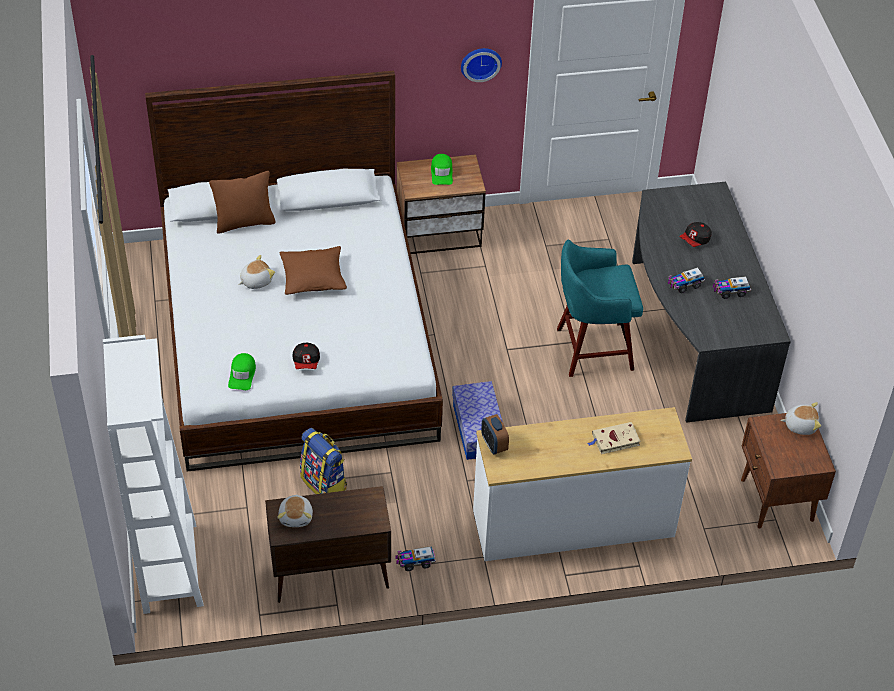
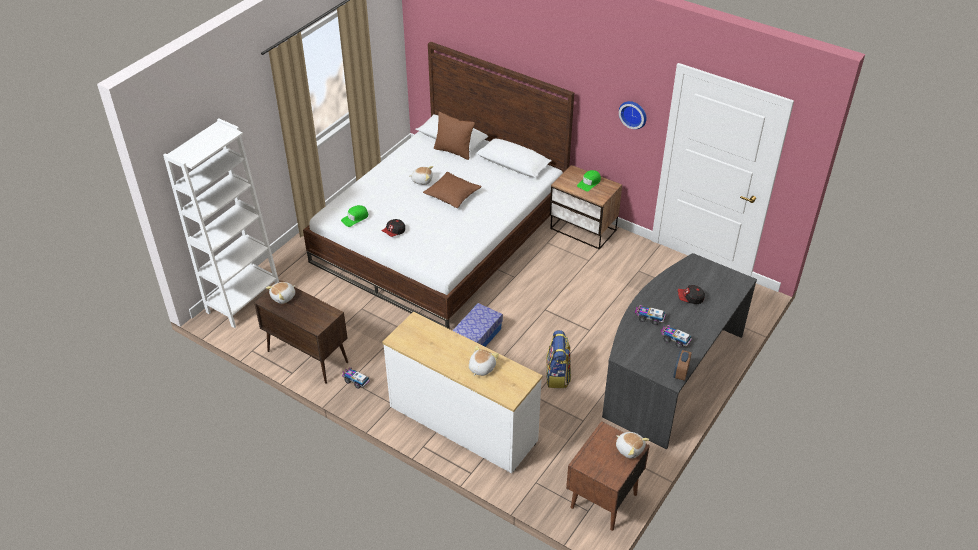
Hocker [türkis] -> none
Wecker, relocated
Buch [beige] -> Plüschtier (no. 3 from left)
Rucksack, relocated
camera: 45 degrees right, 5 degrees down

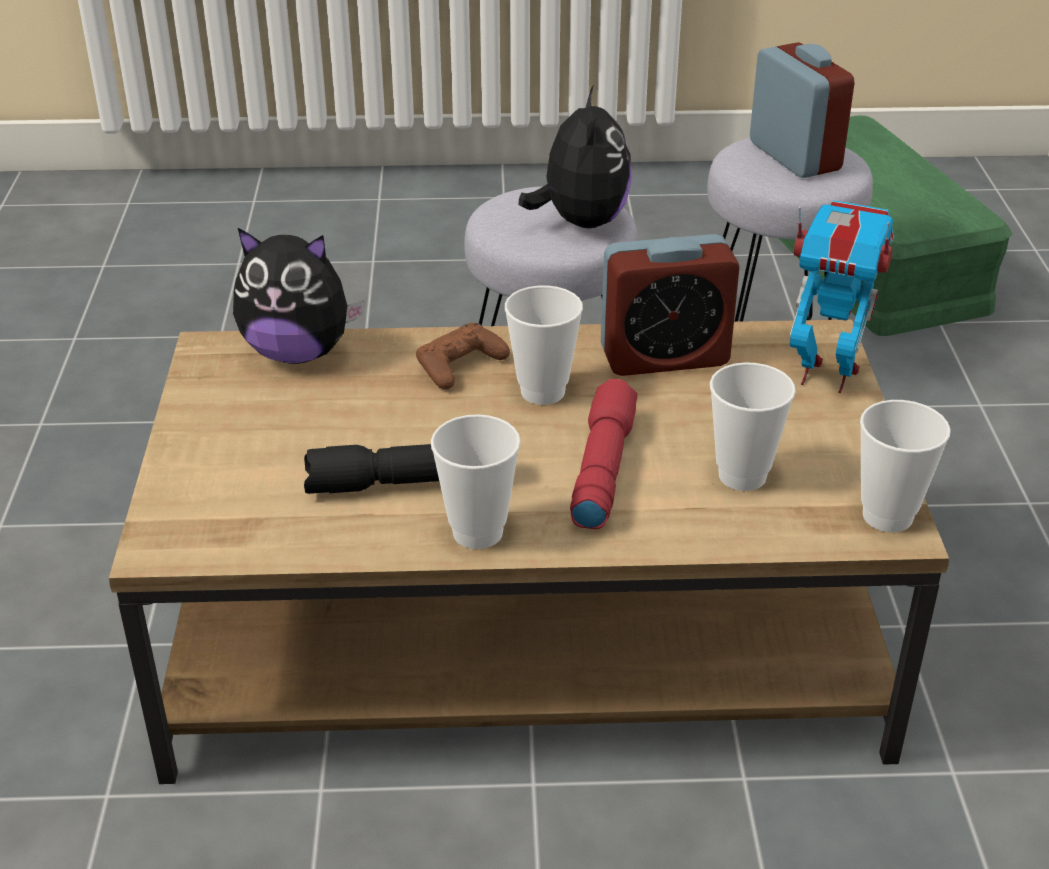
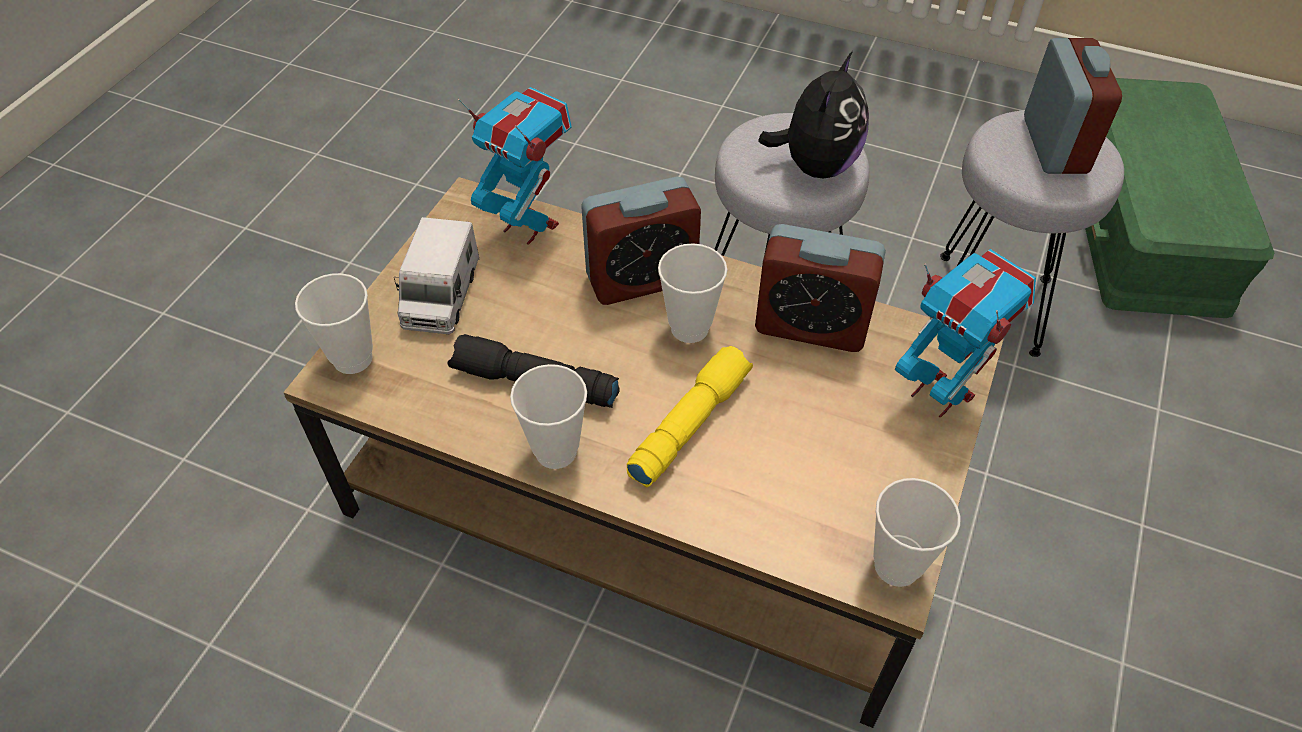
Plüschtier (no. 1 from left) -> Spielzeugroboter (no. 1 from left)
Gamepad [braun] -> Wecker (no. 1 from left)
Tasse (no. 3 from left in the first image) -> Tasse (no. 1 from left), relocated
Taschenlampe [rot] -> Taschenlampe [gelb]
none -> Spielzeuglaster
camera: 25 degrees right, 15 degrees up

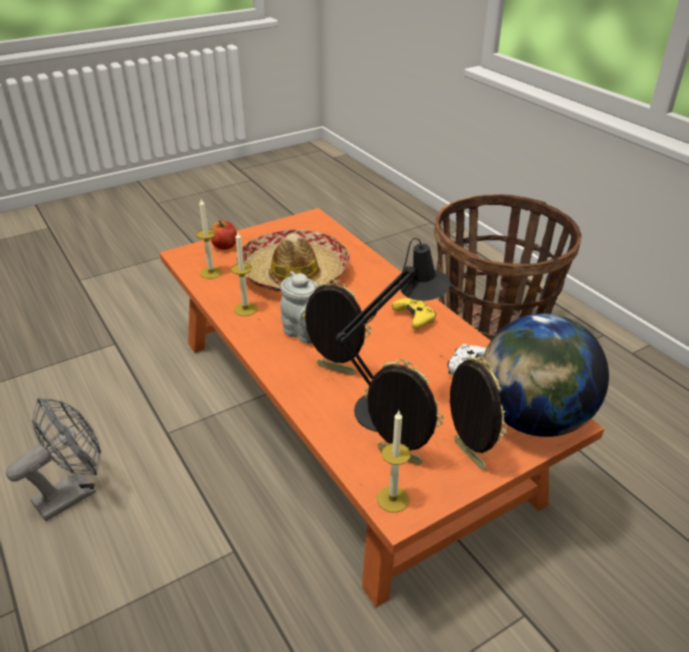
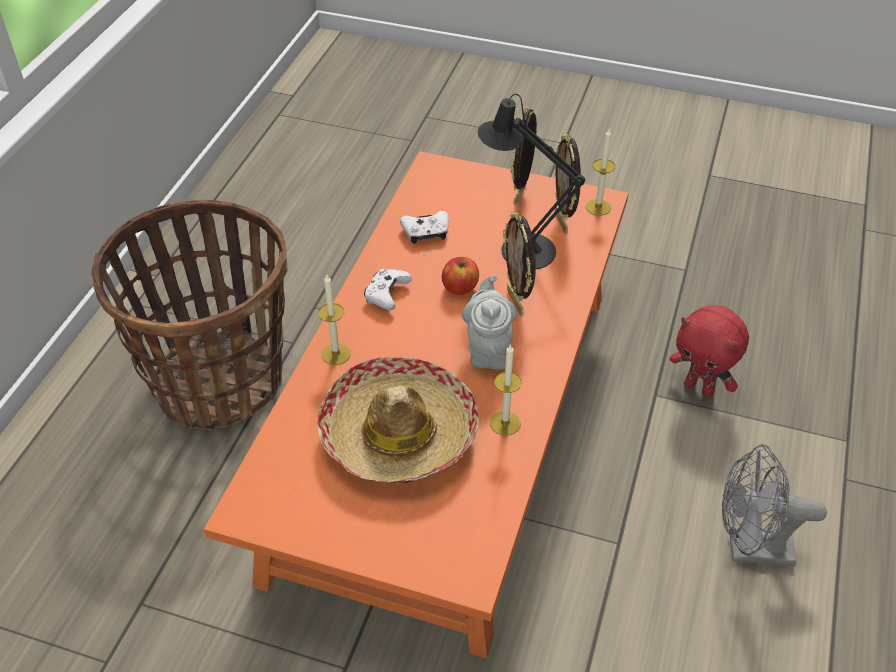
Kerze (no. 1 from left), relocated
Apfel, relocated
Gamepad [gelb] -> Gamepad [weiß] (no. 1 from left)
Globus -> none
none -> Plüschtier [rot]
camera: 130 degrees left, 10 degrees up

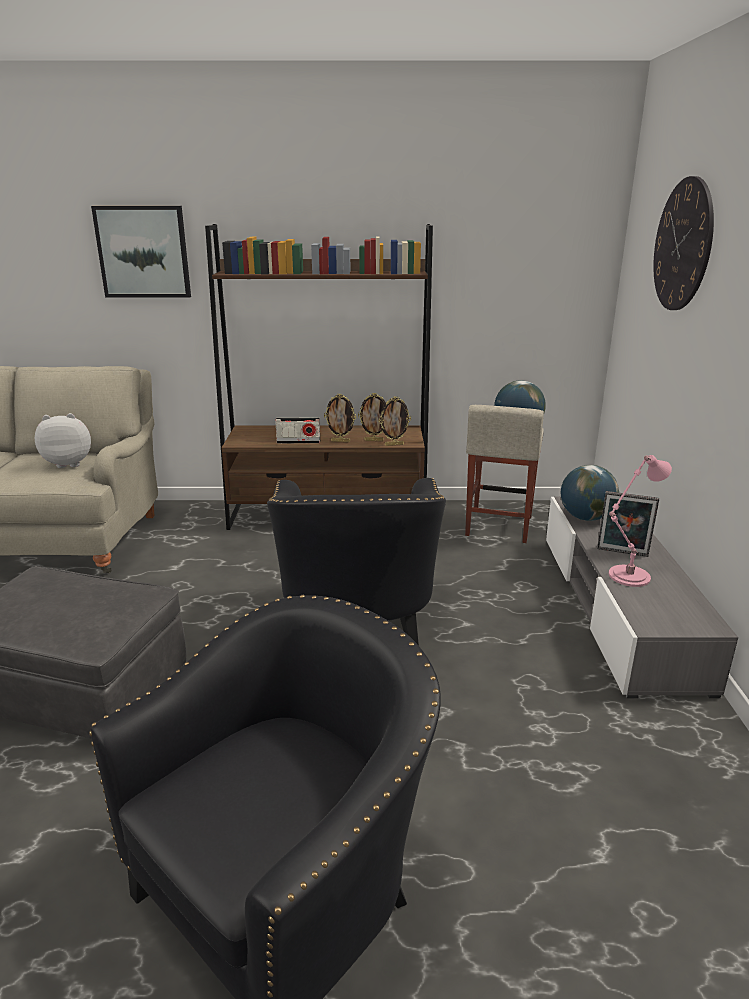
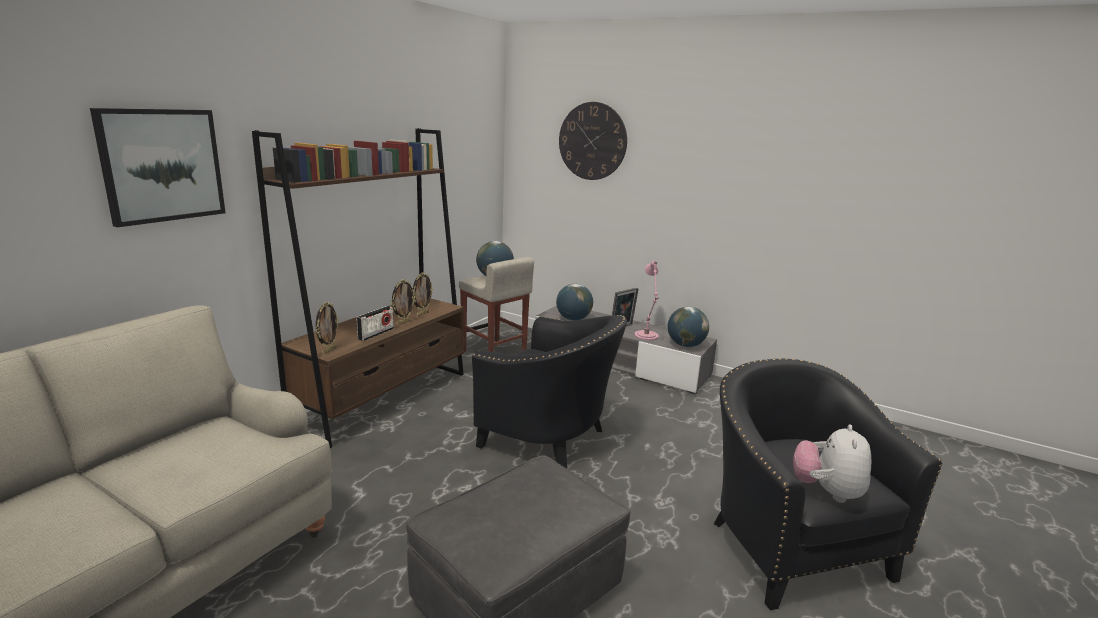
Bilderrahmen (no. 3 from left in the first image) -> Bilderrahmen (no. 1 from left), relocated
Plüschtier, relocated
none -> Globus (no. 3 from left)
camera: 60 degrees left, 5 degrees down

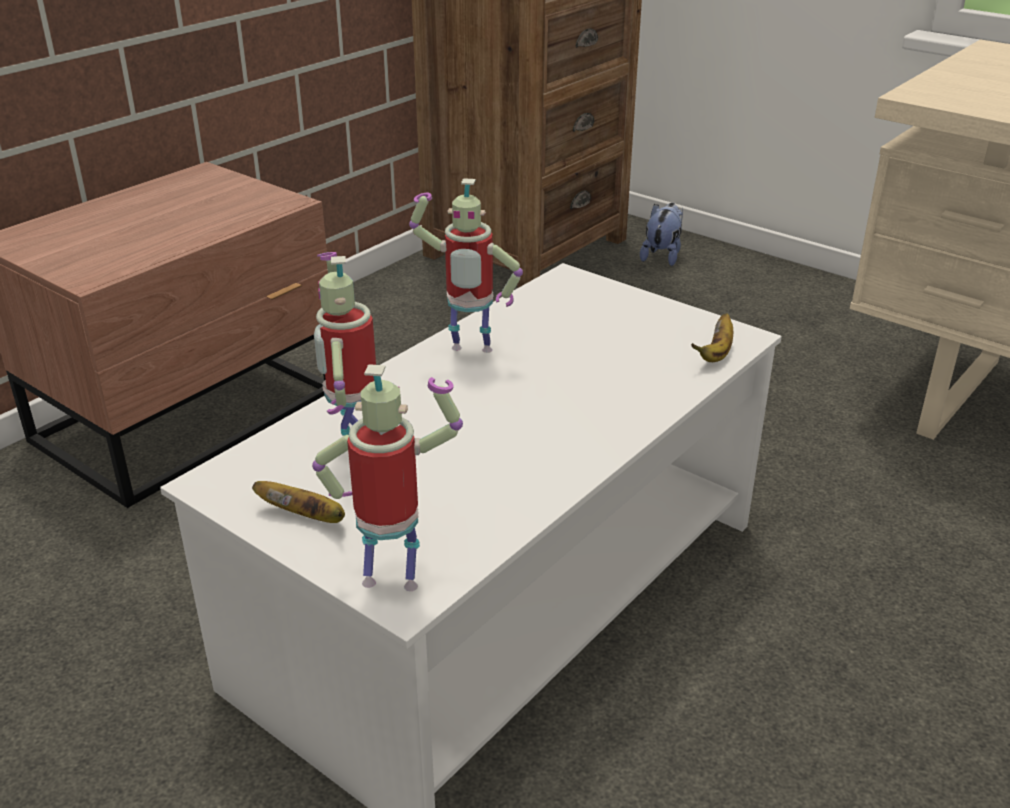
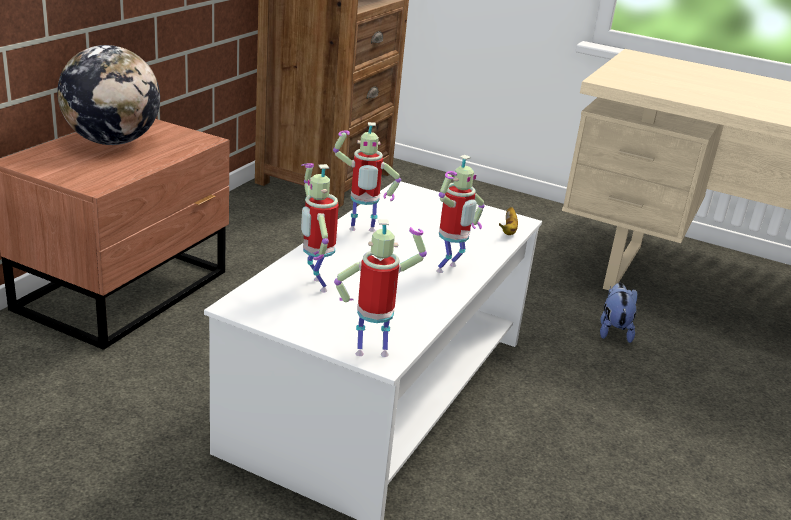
Plüschtier, relocated
Banane (no. 1 from left) -> none
none -> Globus
none -> Spielzeugroboter (no. 4 from left)
camera: 15 degrees left, 5 degrees down

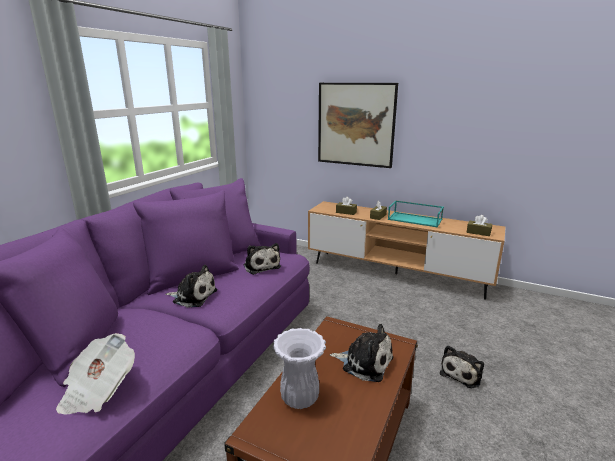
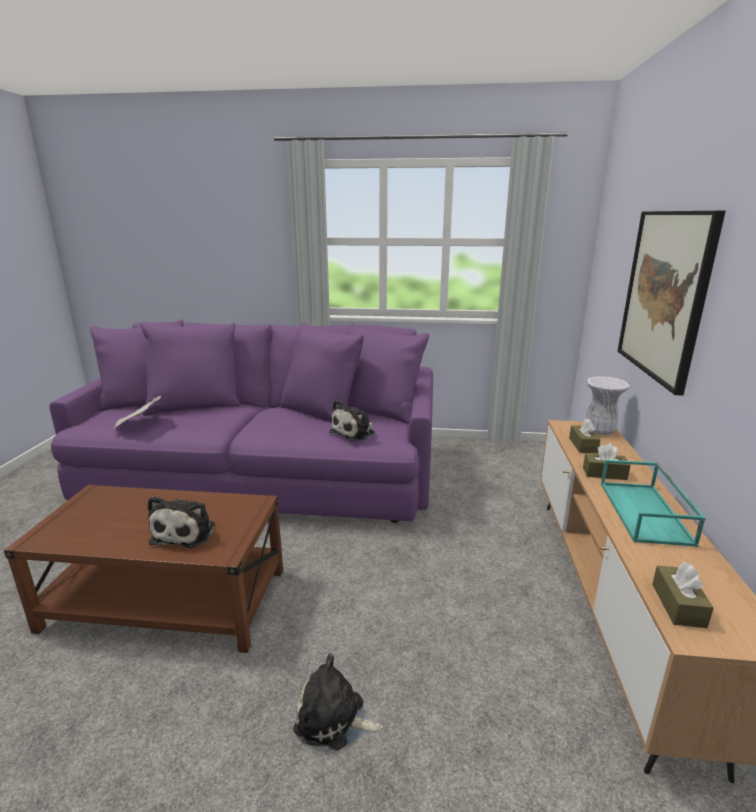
Plüschtier (no. 1 from left) -> none
Vase [weiß], relocated
camera: 70 degrees right, 0 degrees up

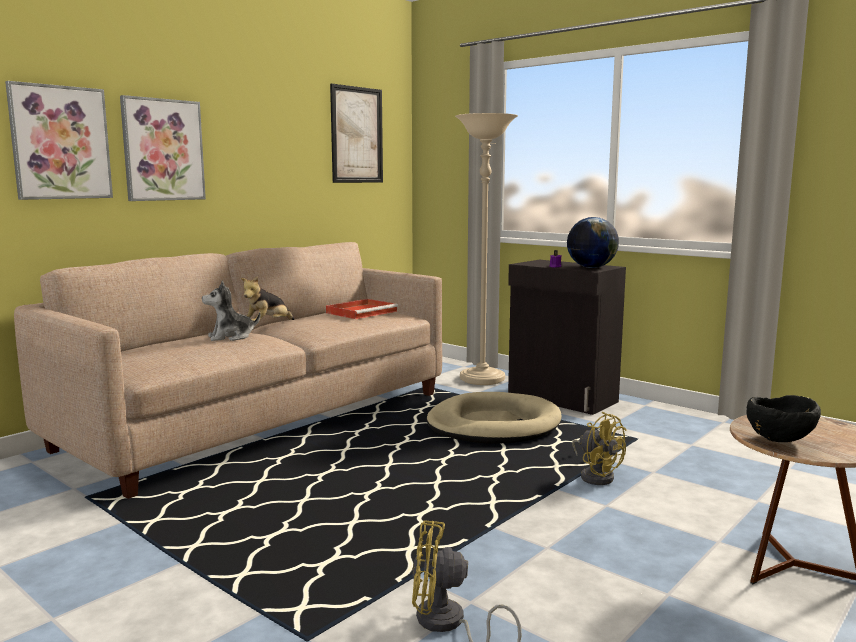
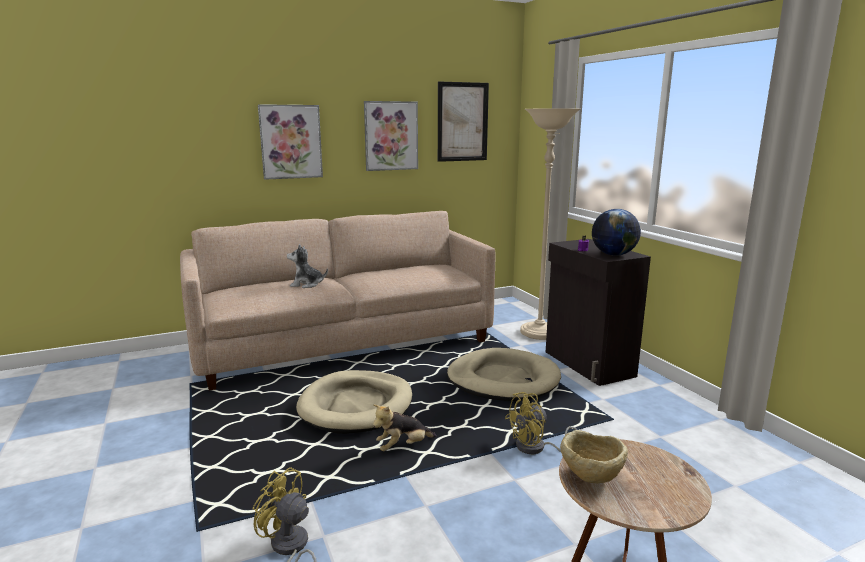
Bild (no. 1 from left in the first image) -> Bild (no. 2 from left), relocated
Plüschtier (no. 2 from left), relocated
Tablett [rot] -> none
Schüssel [schwarz] -> Schüssel [beige]
Ventilator [gelb] (no. 2 from left), 75 degrees clockwise
none -> Hundebett [beige] (no. 1 from left)
camera: 25 degrees right, 5 degrees up

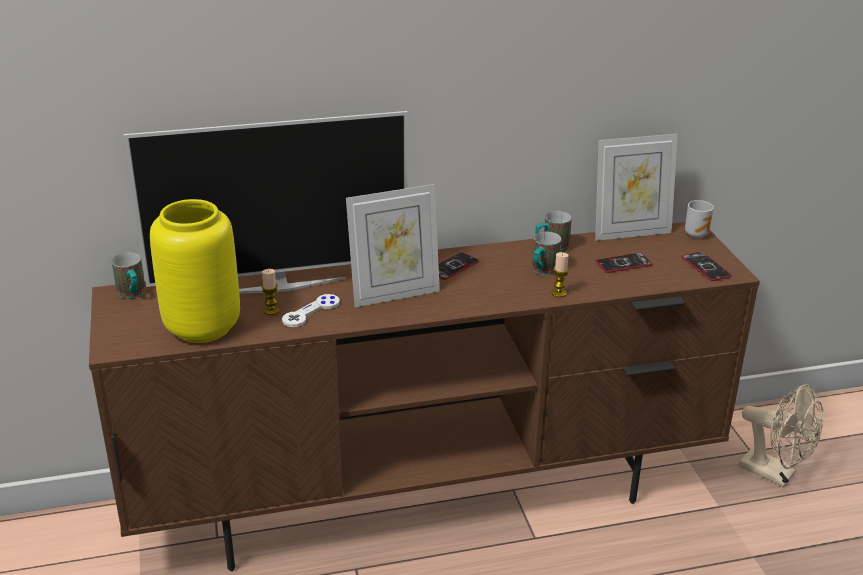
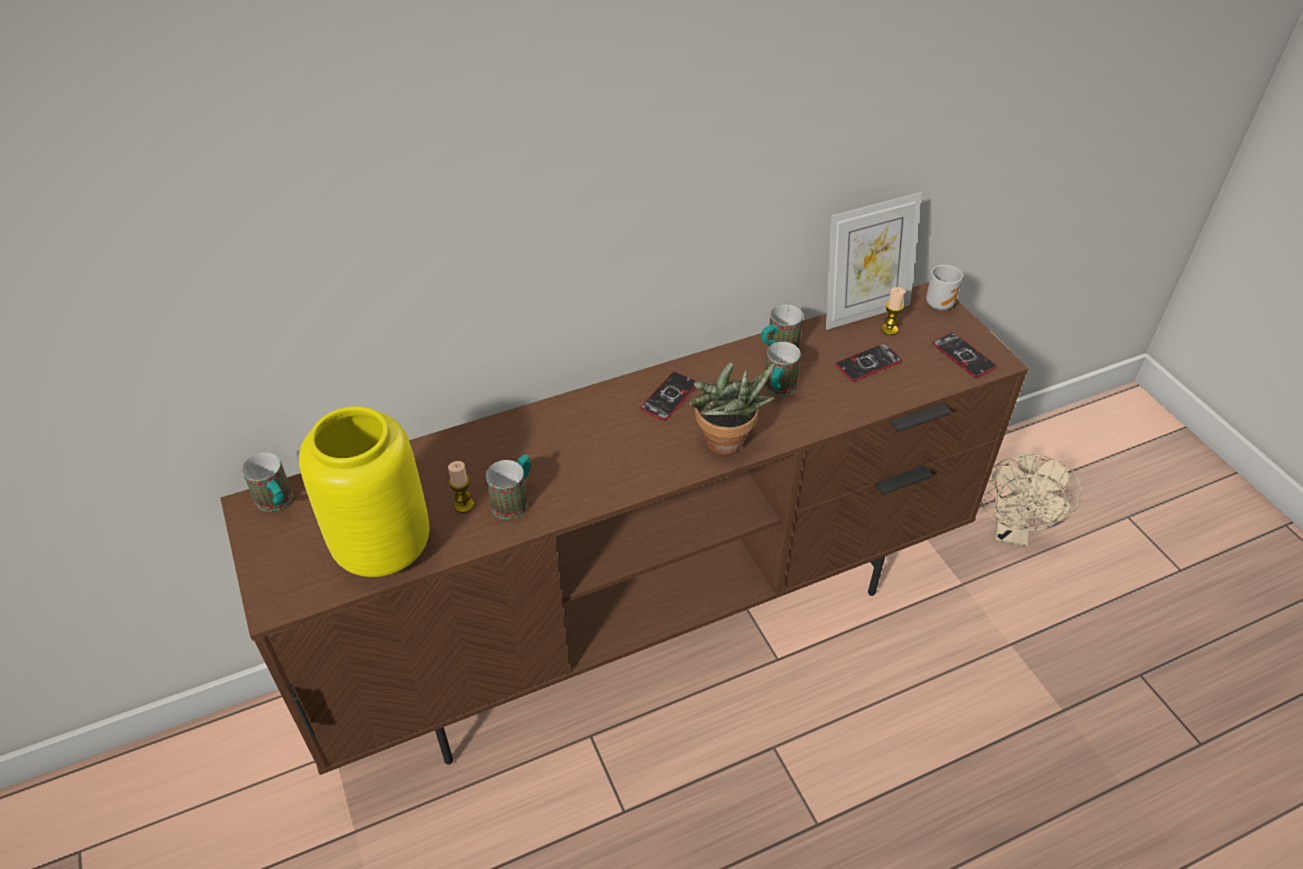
Fernseher -> none
Bilderrahmen (no. 1 from left) -> none
Kerze (no. 2 from left), relocated
Gamepad [weiß] -> Henkelbecher (no. 2 from left)
Ventilator [beige], 75 degrees clockwise
none -> Topfpflanze
camera: 10 degrees left, 15 degrees up

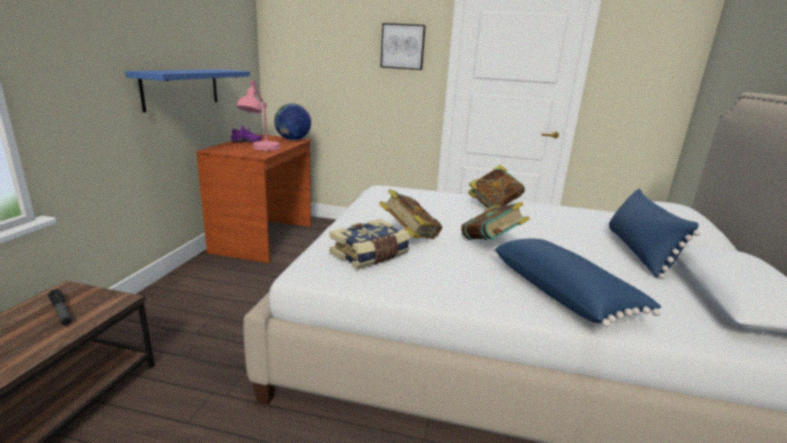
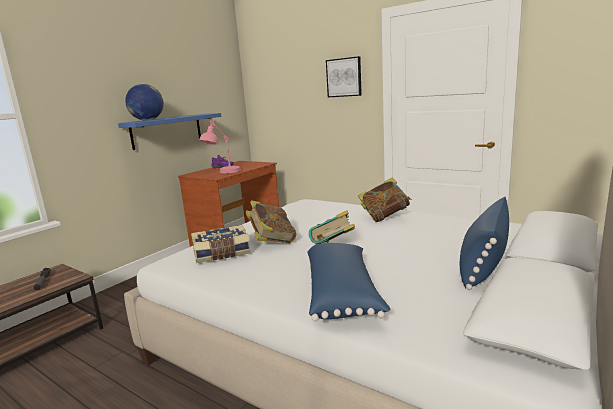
Globus, relocated
camera: 25 degrees right, 5 degrees down

